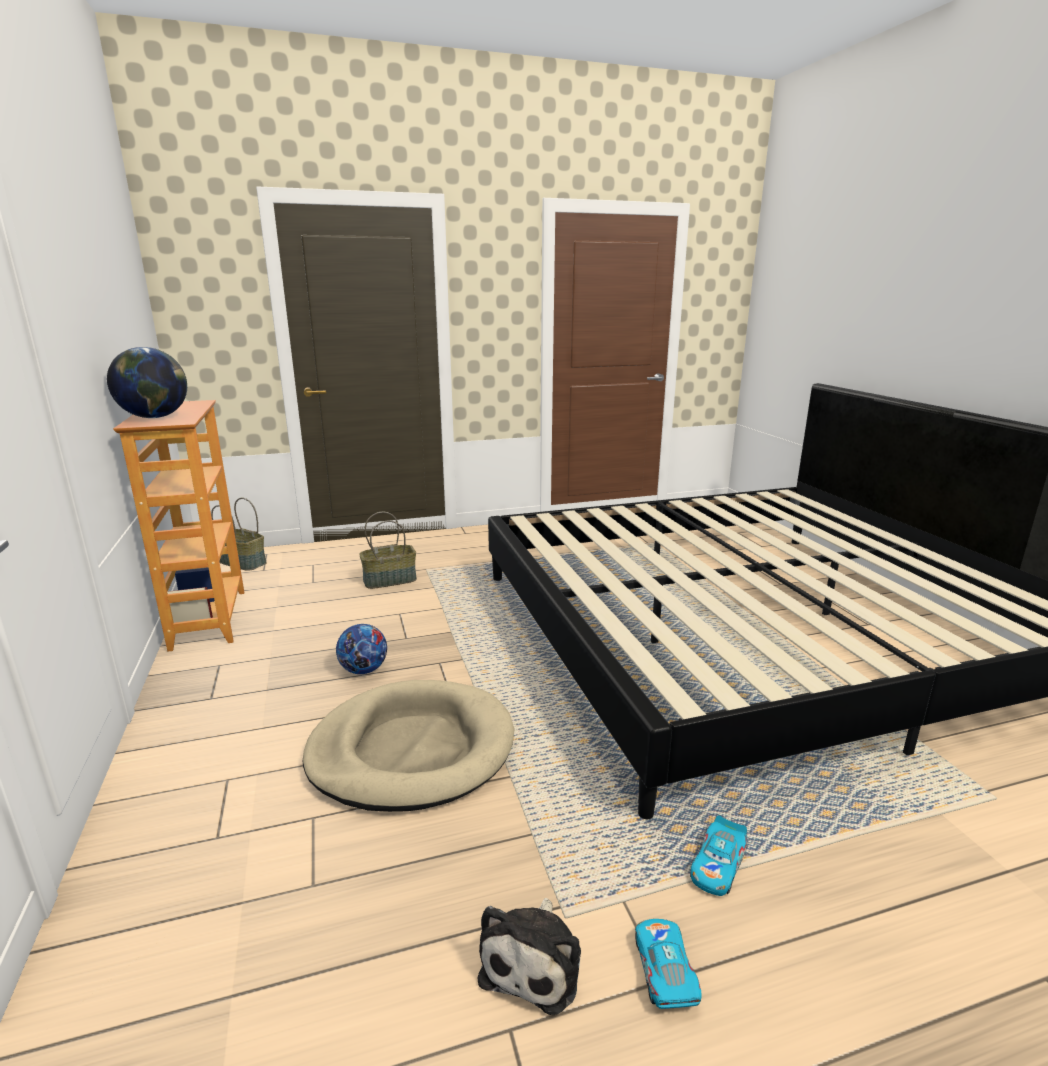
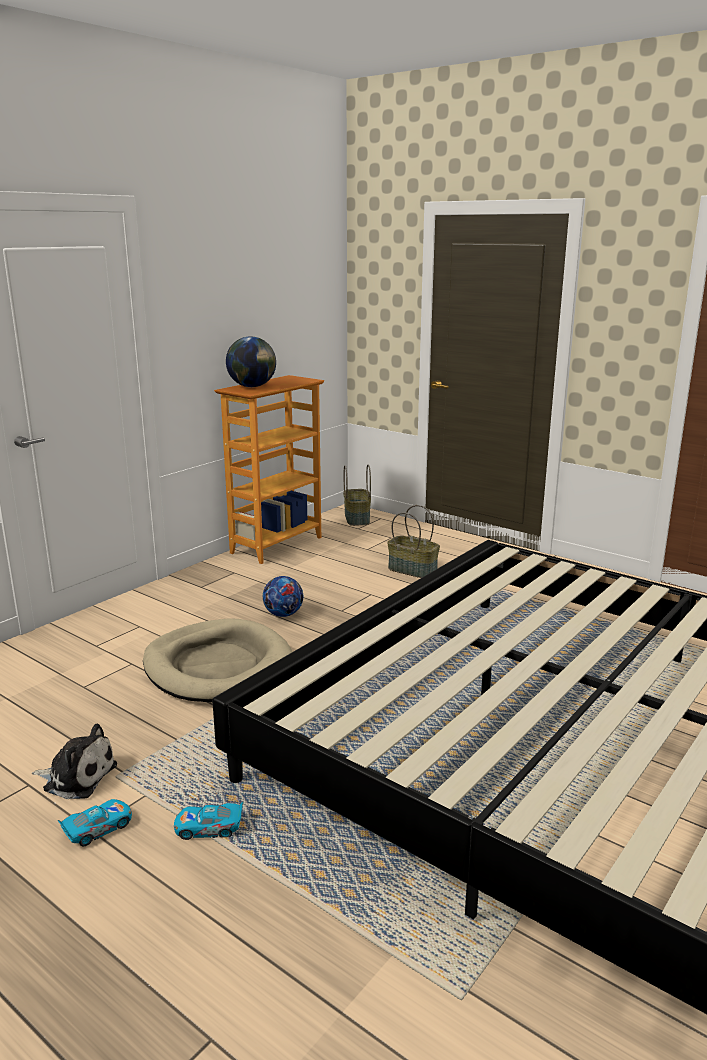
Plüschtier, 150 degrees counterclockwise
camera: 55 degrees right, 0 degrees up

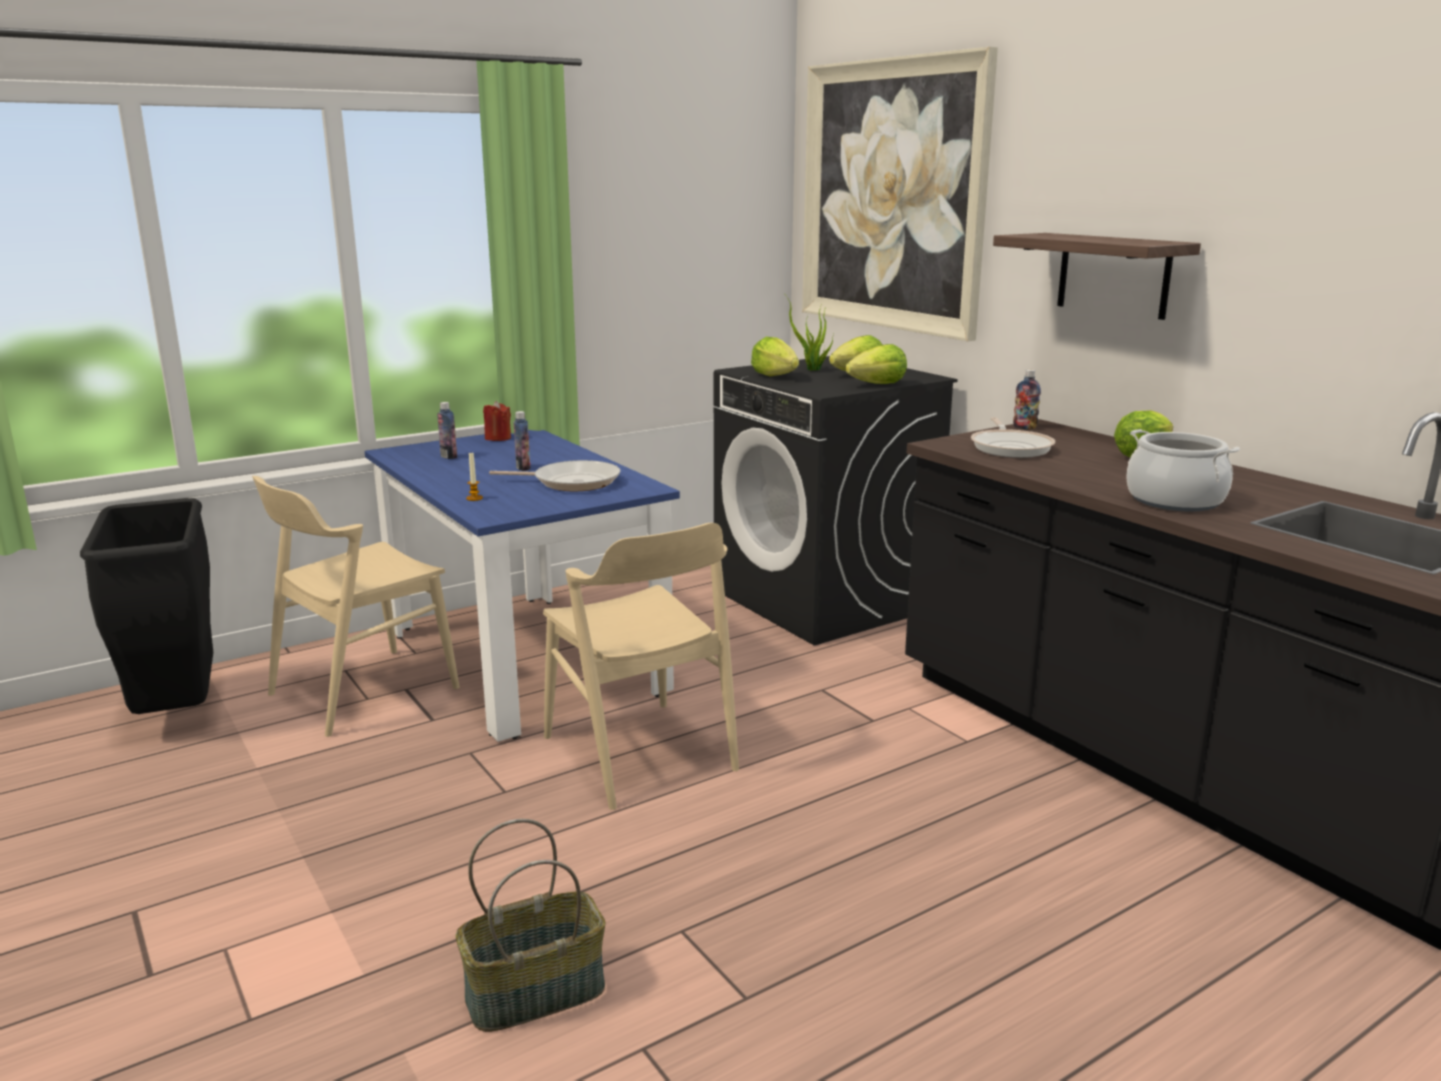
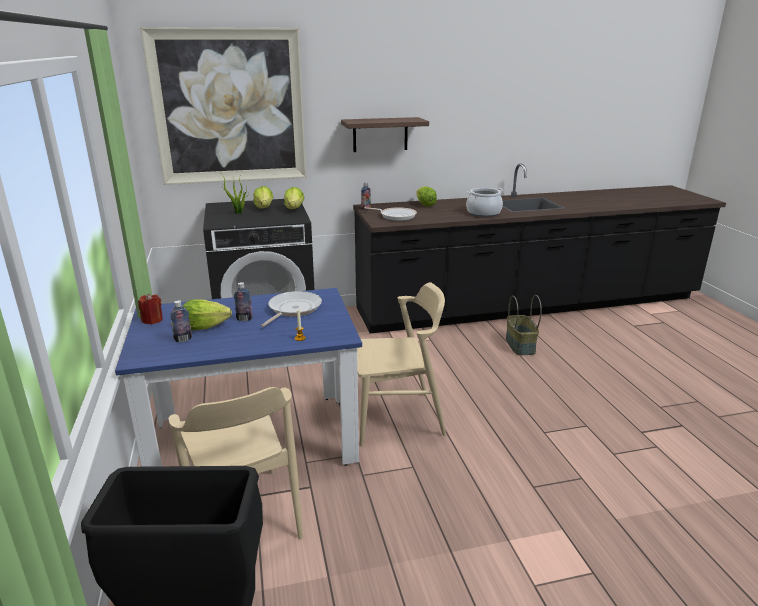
Salatkopf (no. 1 from left), relocated
Korb, relocated
camera: 70 degrees left, 5 degrees up

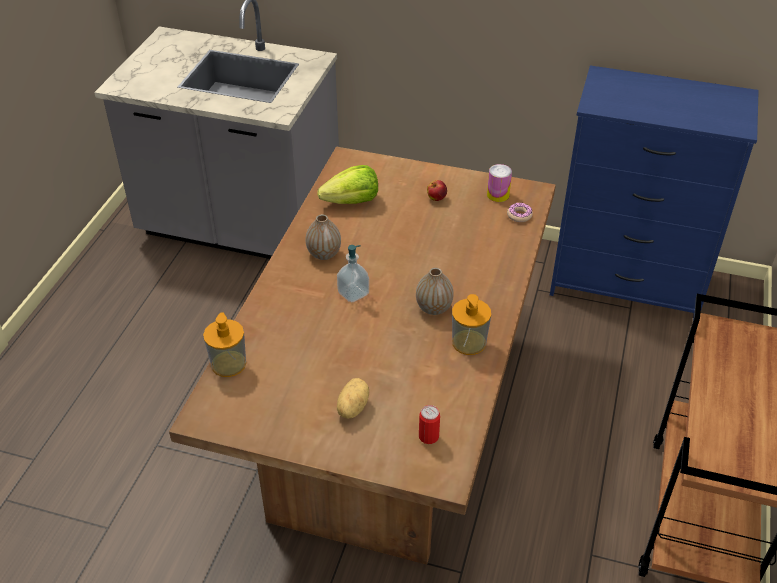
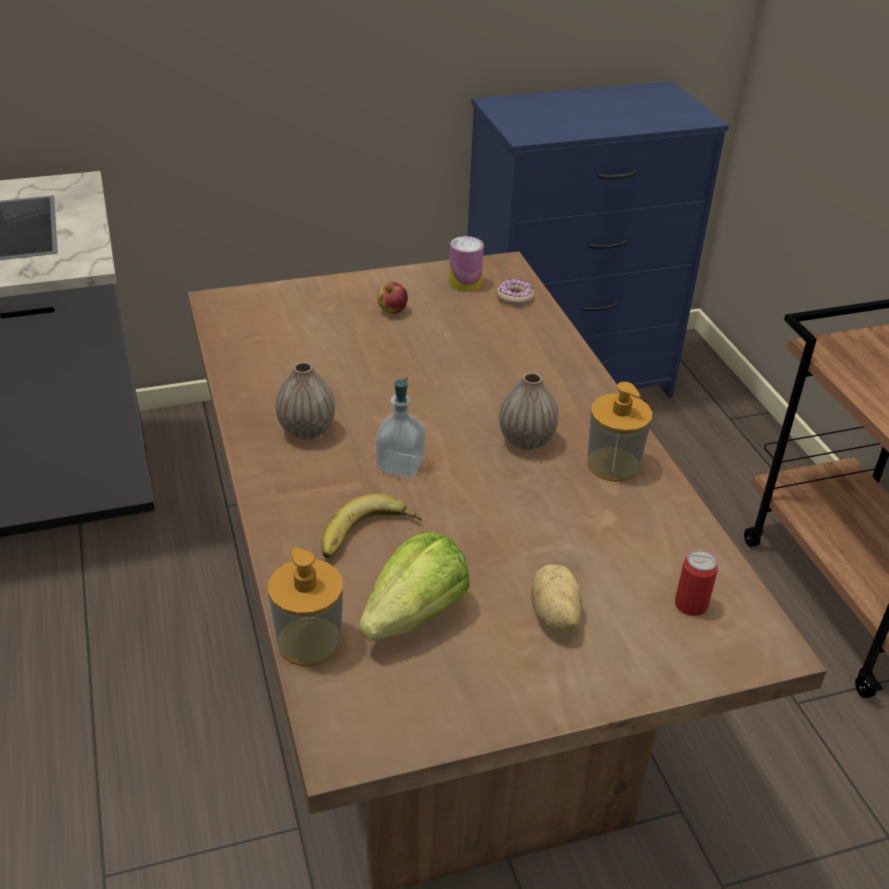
Salatkopf, relocated
none -> Banane
camera: 35 degrees left, 5 degrees down

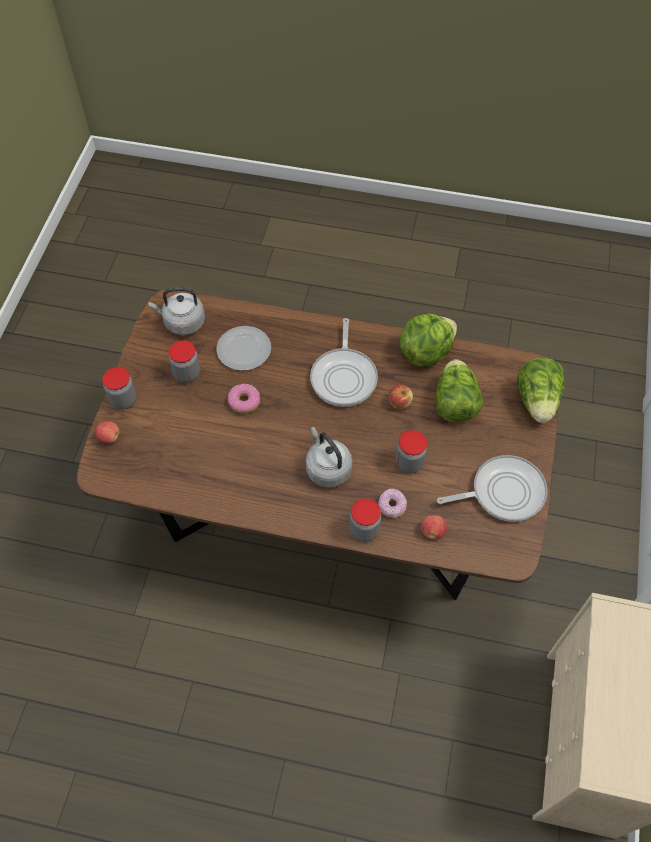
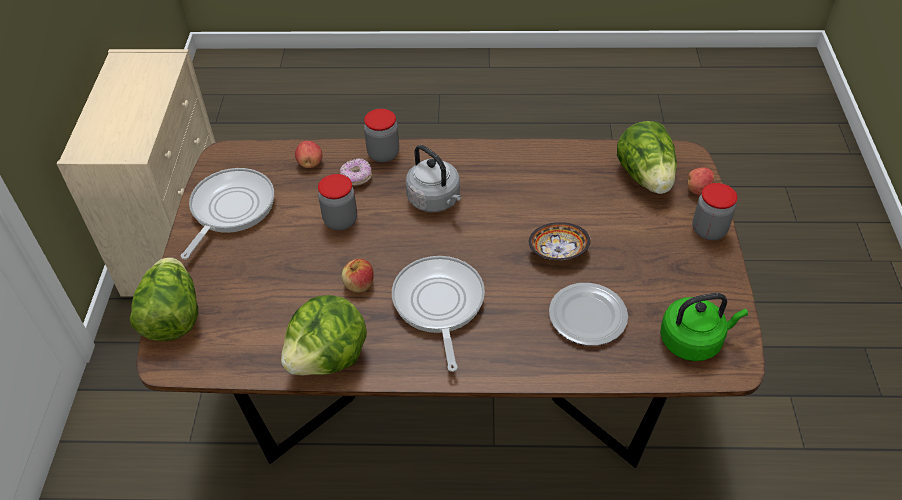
Wasserkessel [grau] (no. 1 from left) -> Wasserkessel [grün]
Vorratsglas (no. 2 from left) -> none
Salatkopf (no. 2 from left in the first image) -> Salatkopf (no. 3 from left), relocated
Donut (no. 1 from left) -> Schüssel
Pfanne (no. 2 from left in the first image) -> Pfanne (no. 1 from left), 135 degrees clockwise
camera: 170 degrees right, 10 degrees down

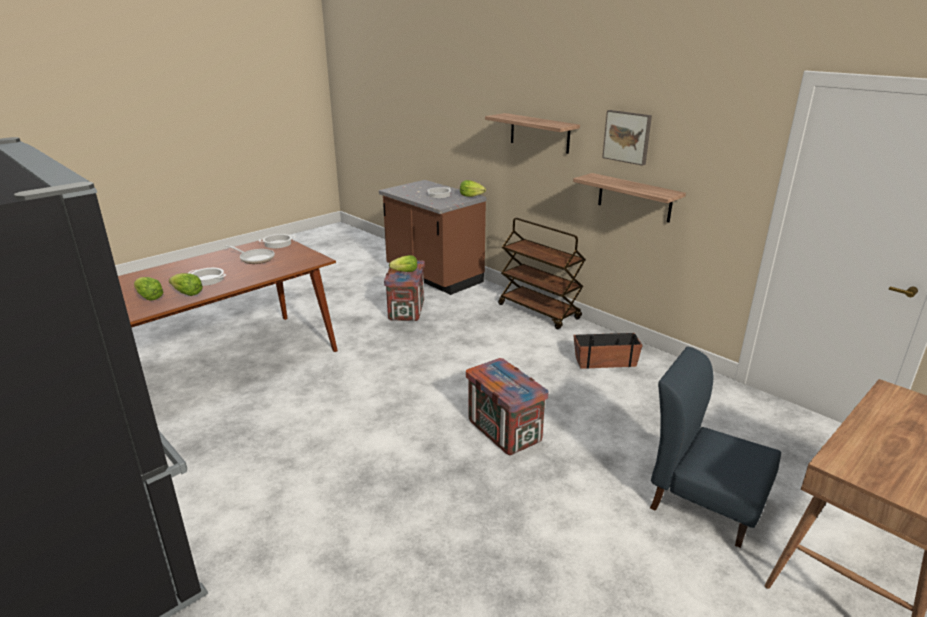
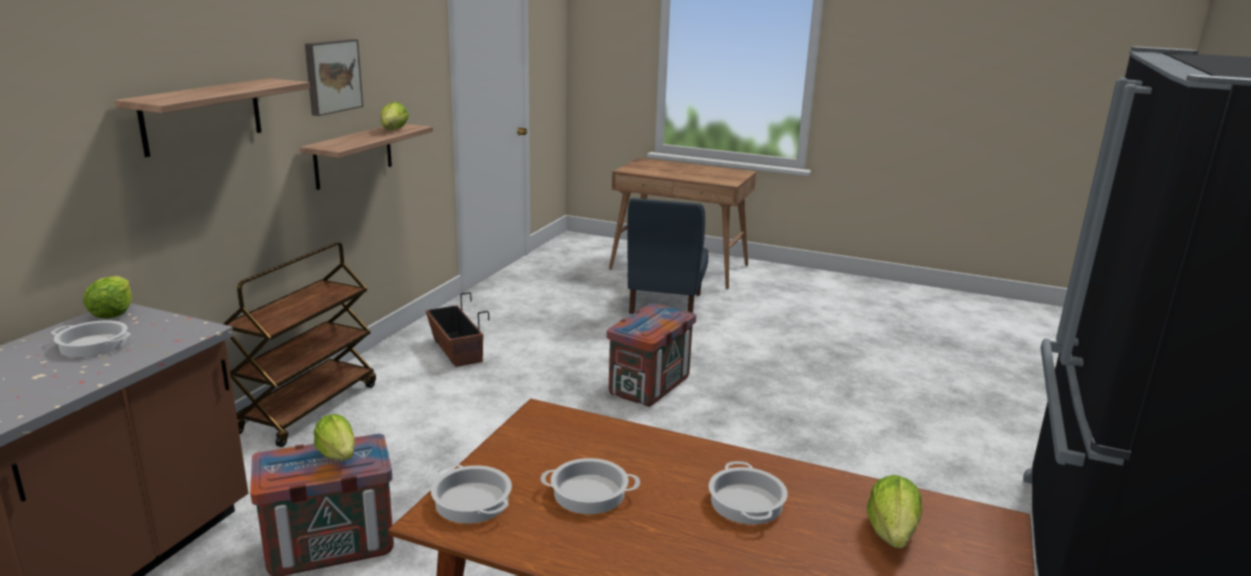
Pfanne -> Kochtopf (no. 3 from left)
Salatkopf (no. 2 from left in the first image) -> Salatkopf (no. 3 from left), relocated
camera: 115 degrees left, 5 degrees down

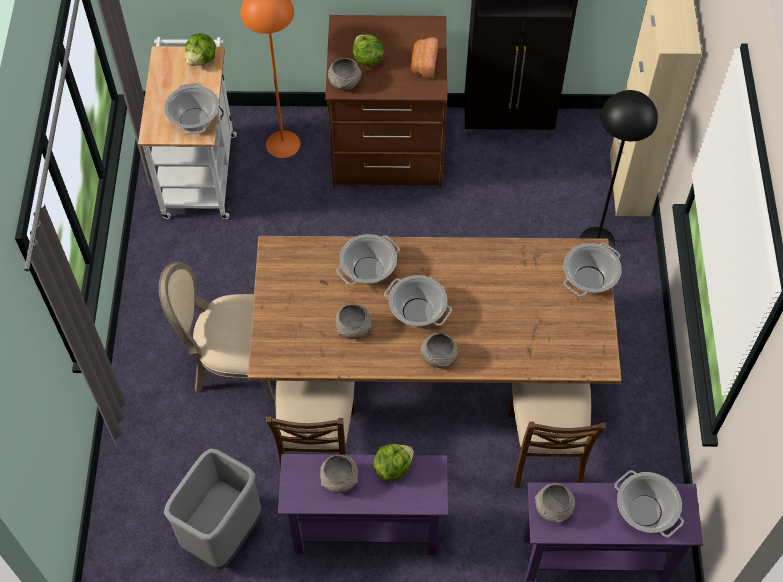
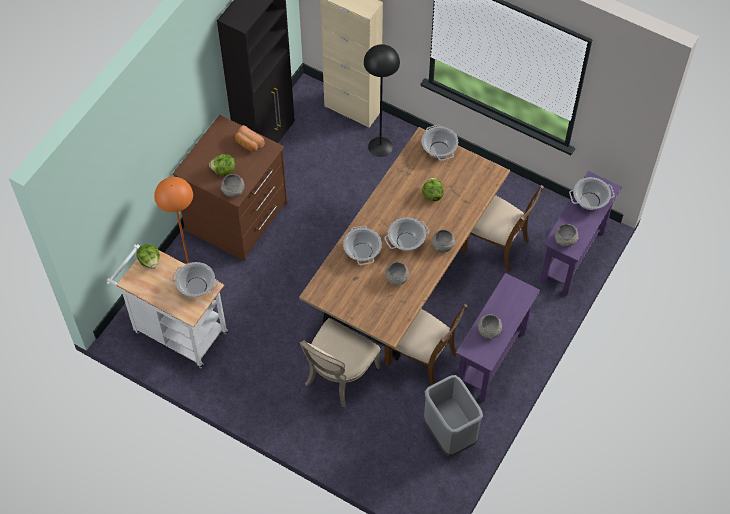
Salatkopf (no. 3 from left), relocated
camera: 60 degrees left, 0 degrees up

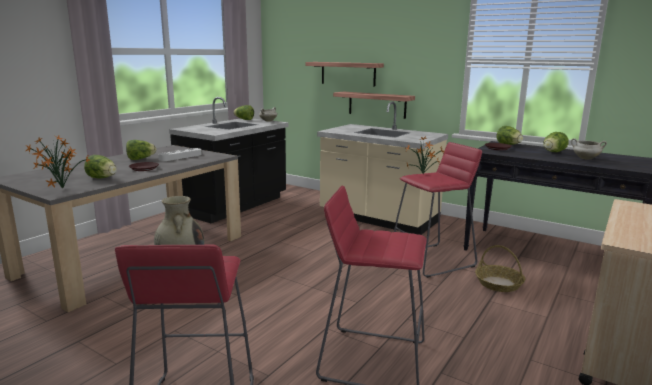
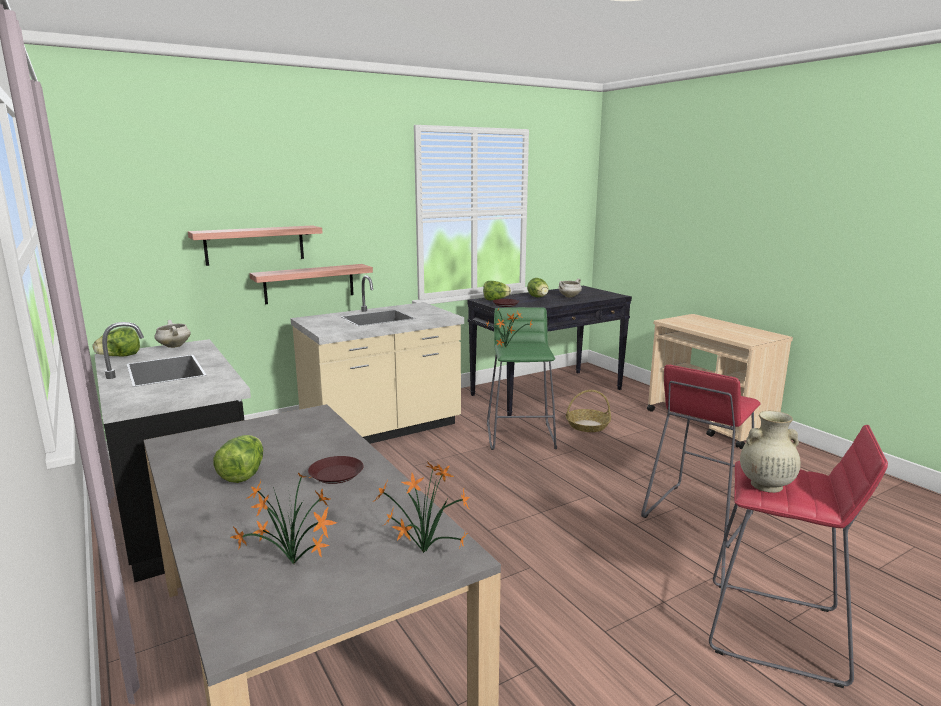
Hocker [rot] (no. 3 from left) -> Hocker [grün]
Tablett [grau] -> none
Salatkopf (no. 1 from left) -> none
camera: 65 degrees left, 0 degrees up

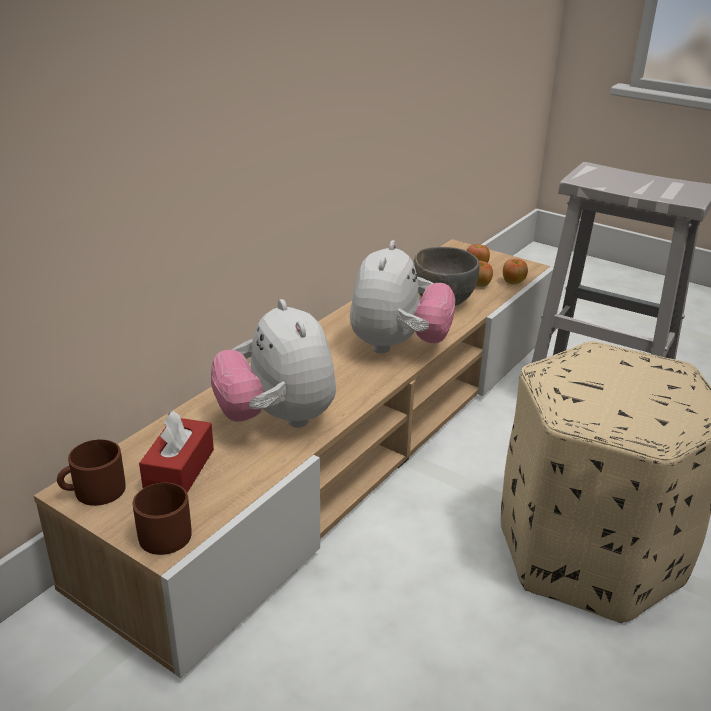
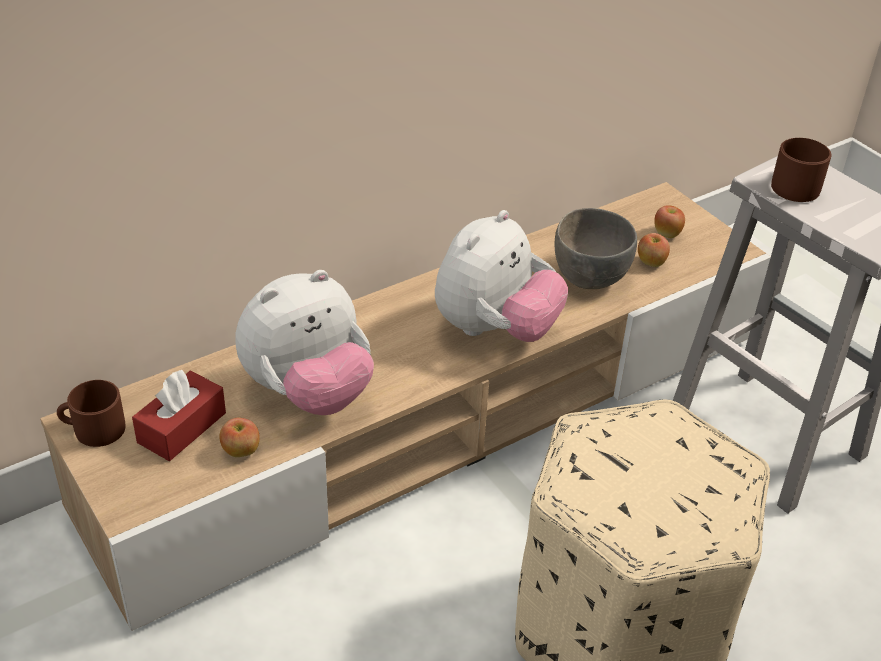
Apfel (no. 3 from left in the first image) -> Apfel (no. 1 from left), relocated
Plüschtier (no. 1 from left), 120 degrees counterclockwise
Henkelbecher [braun] (no. 2 from left), relocated
camera: 20 degrees right, 10 degrees up

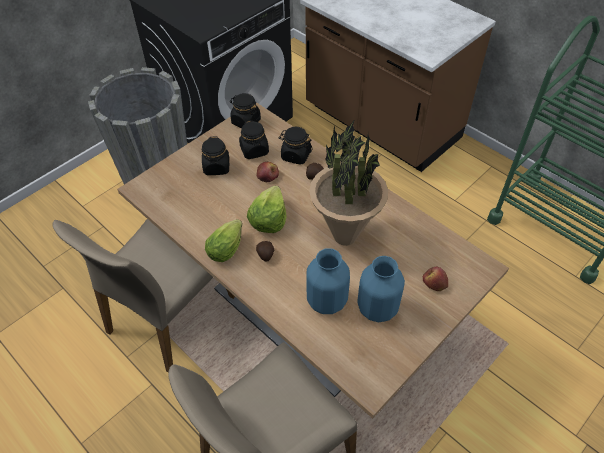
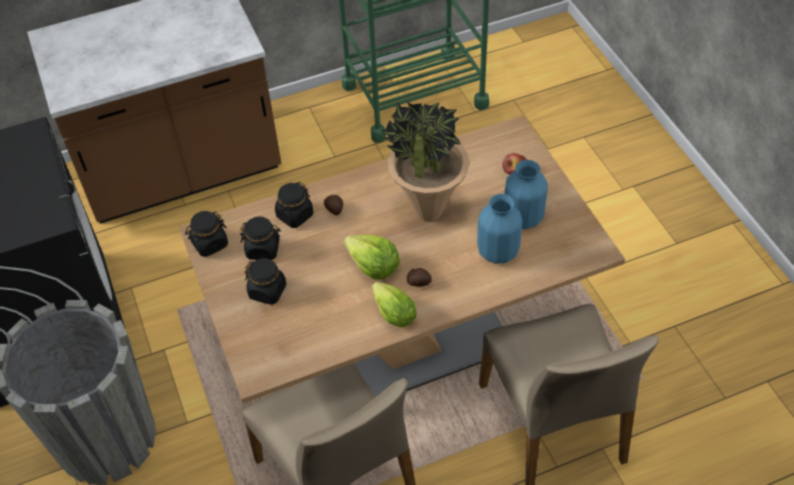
Apfel (no. 1 from left) -> none
camera: 65 degrees left, 0 degrees up

